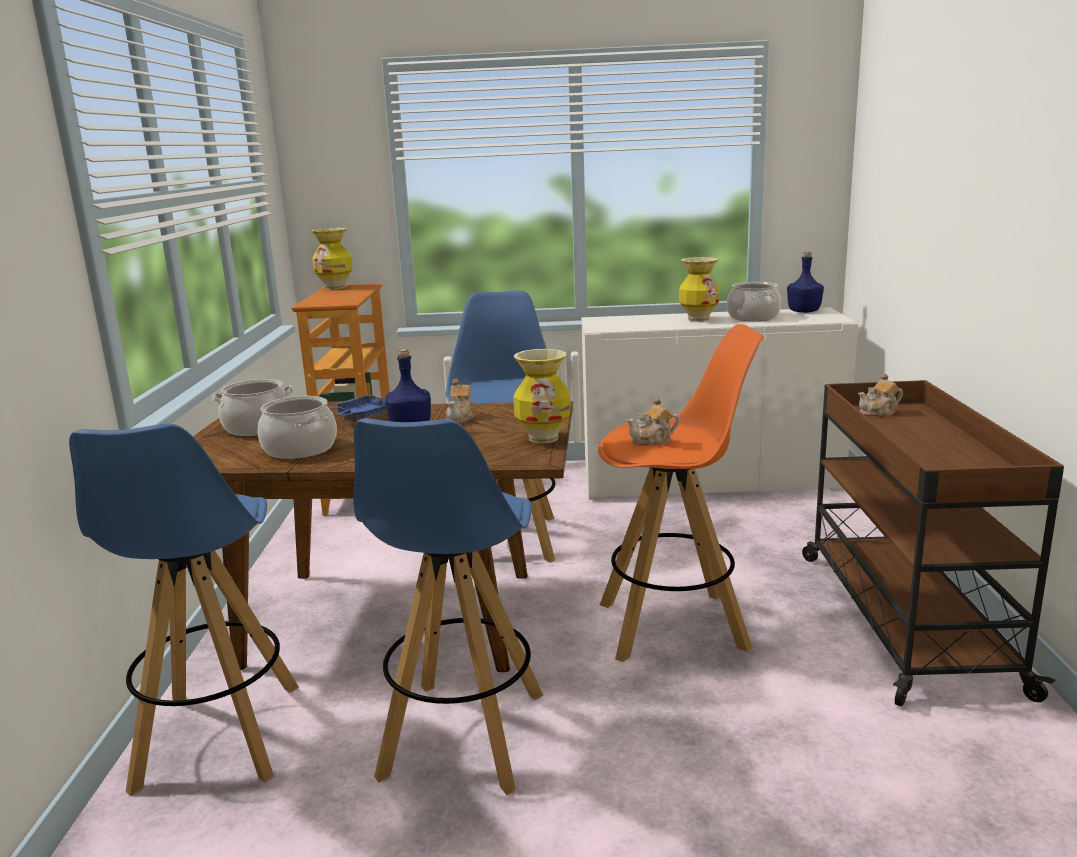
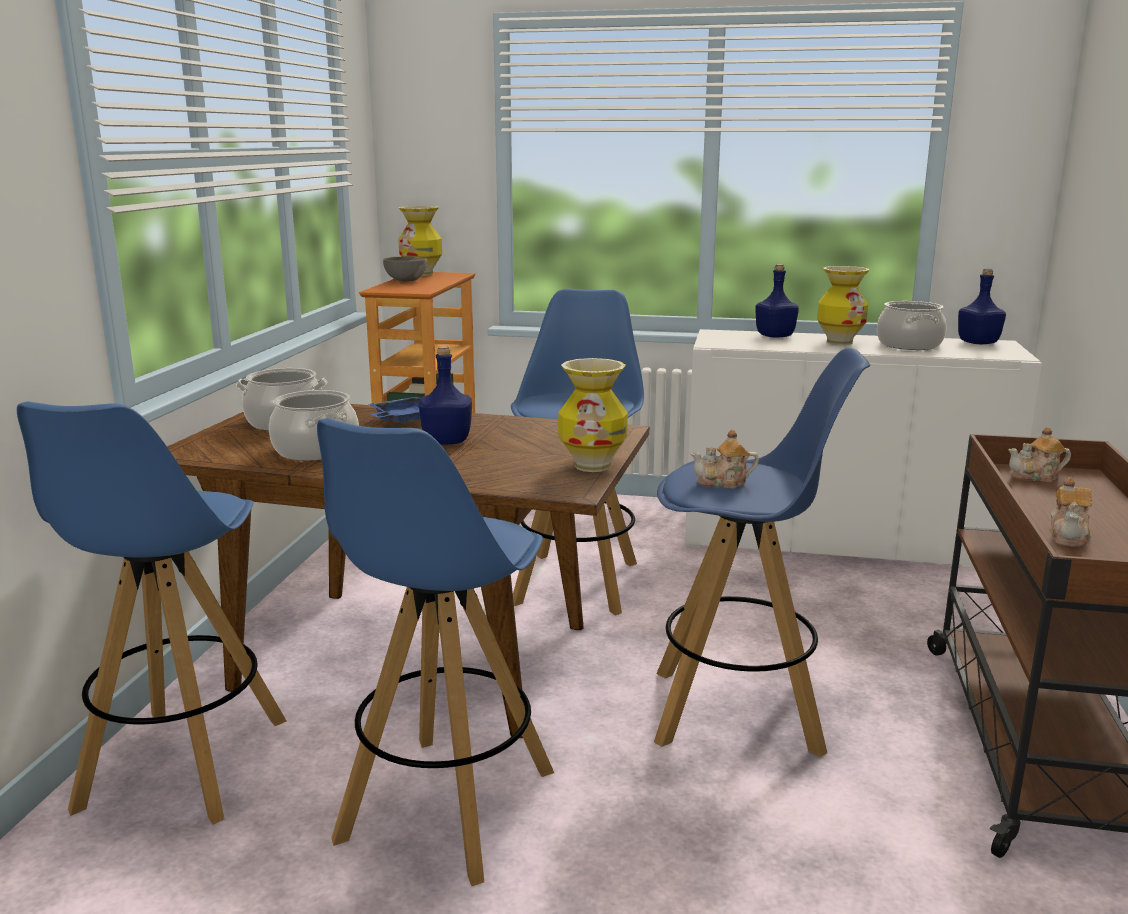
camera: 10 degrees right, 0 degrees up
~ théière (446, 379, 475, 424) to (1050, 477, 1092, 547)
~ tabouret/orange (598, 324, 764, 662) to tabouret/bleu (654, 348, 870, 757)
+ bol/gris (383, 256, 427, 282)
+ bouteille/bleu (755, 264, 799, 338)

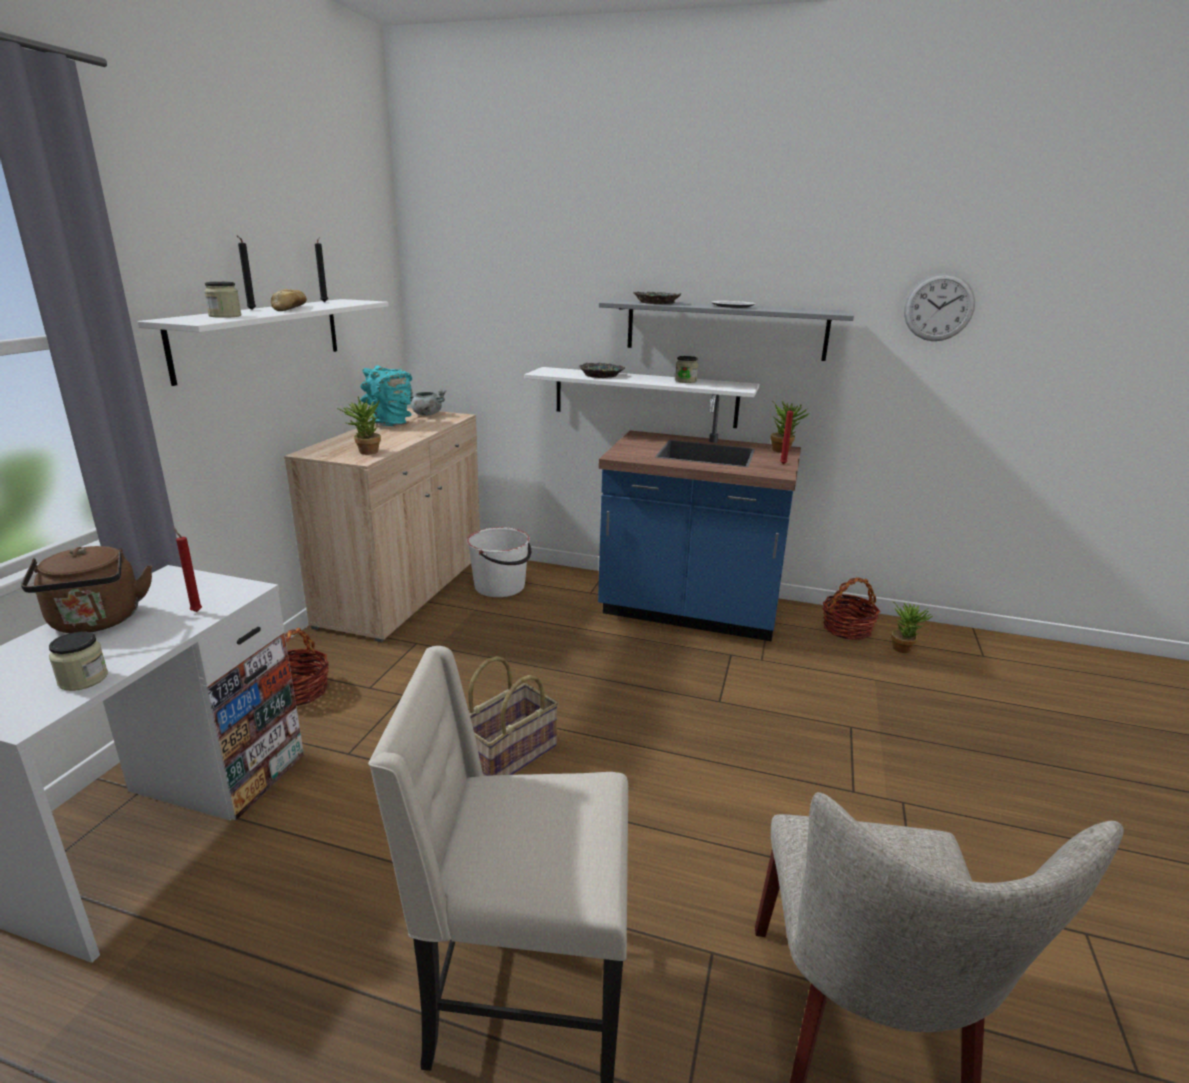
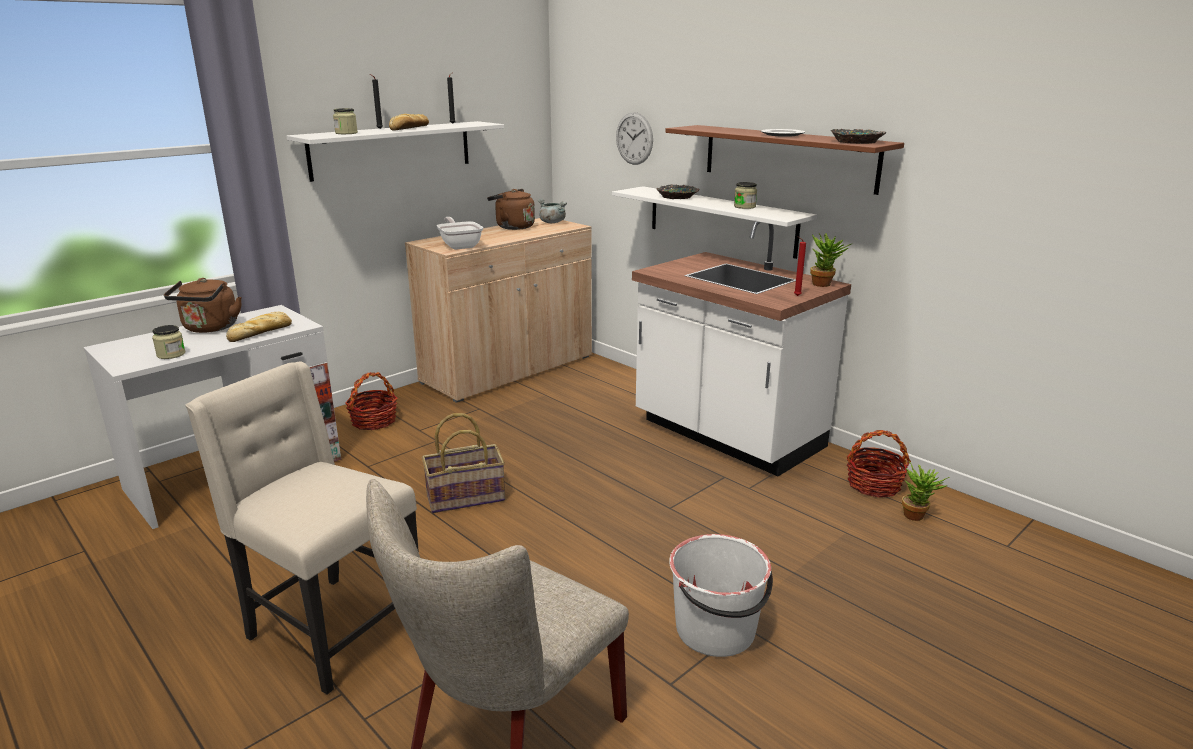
camera: 30 degrees right, 0 degrees up
~ bougie/rouge (174, 528, 202, 612) to pain (226, 312, 292, 342)
~ plante en pot (337, 397, 381, 455) to poêle (437, 217, 483, 249)
~ vase/turquoise (360, 365, 412, 426) to bouilloire/marron (487, 189, 535, 230)
~ seau/blanc (466, 527, 531, 597) to (669, 534, 773, 657)
~ comptoir de cuisine/bleu (598, 394, 801, 642) to comptoir de cuisine/blanc (632, 221, 851, 476)
~ étagère/gris (599, 299, 854, 361) to étagère/marron (665, 125, 904, 195)
~ bol (633, 292, 681, 304) to (831, 129, 886, 144)
~ horloge murale (904, 273, 975, 341) to (616, 112, 653, 165)

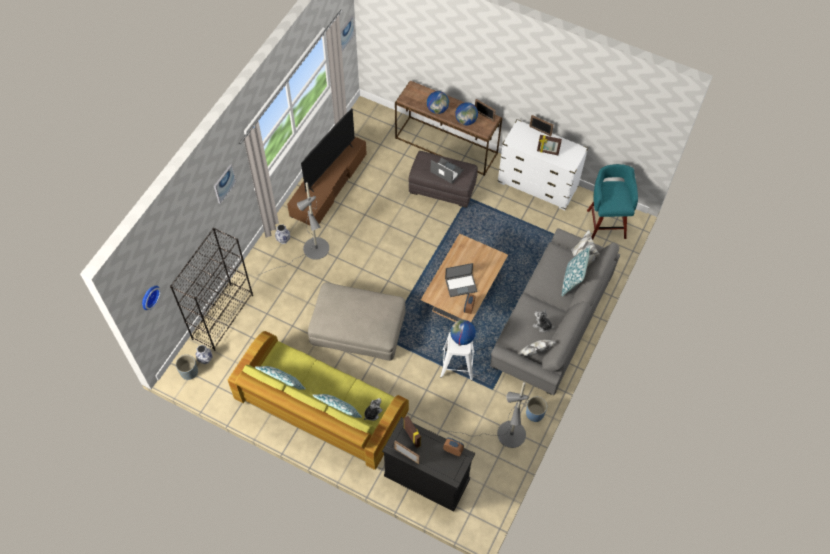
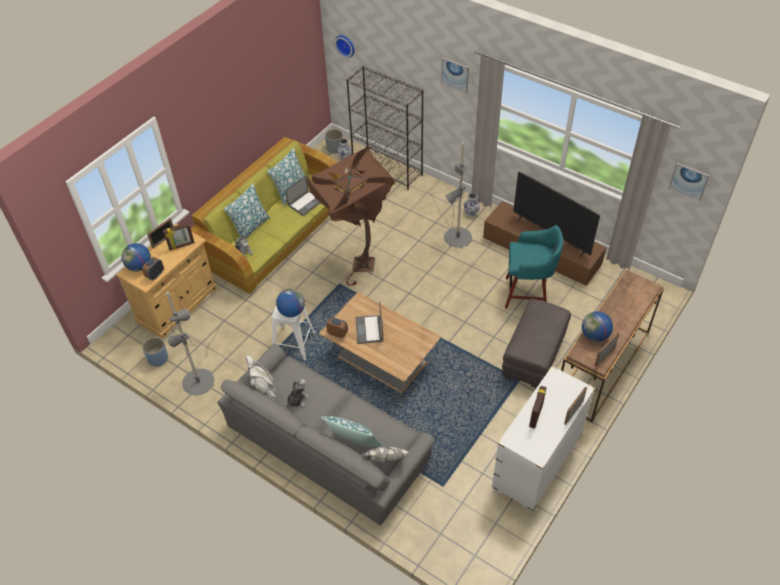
camera: 100 degrees right, 10 degrees down
~ pouf/beige (308, 282, 406, 361) to lampadaire/marron (307, 147, 395, 286)
~ meuble de rangement/noir (382, 417, 475, 511) to meuble de rangement/beige (116, 224, 217, 339)
~ globe (427, 91, 449, 114) to (121, 243, 151, 271)
~ ordinateur portable (430, 158, 464, 184) to (285, 176, 320, 216)
~ cache-pot/bleu (526, 397, 547, 422) to (142, 337, 168, 367)
~ tabouret/turquoise (587, 164, 638, 240) to (505, 225, 563, 308)

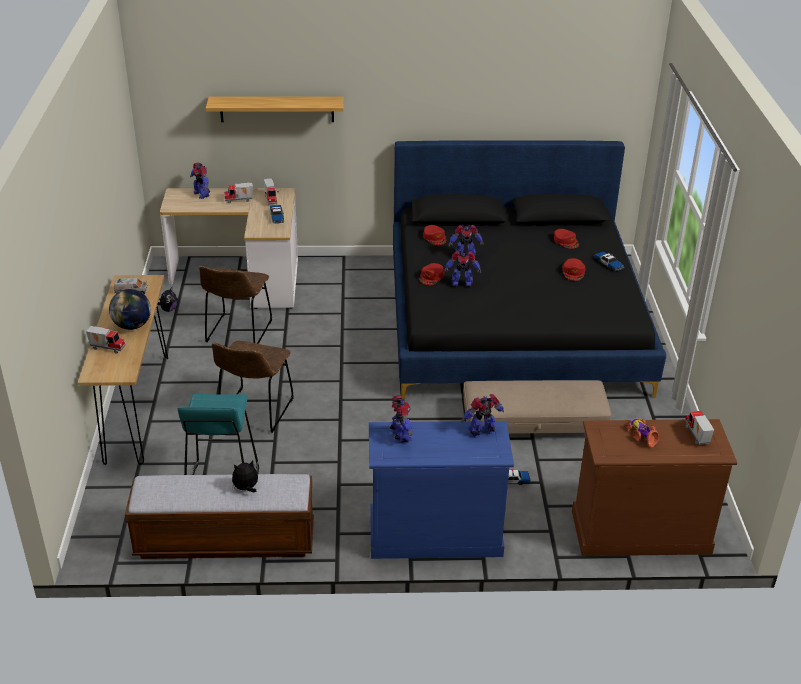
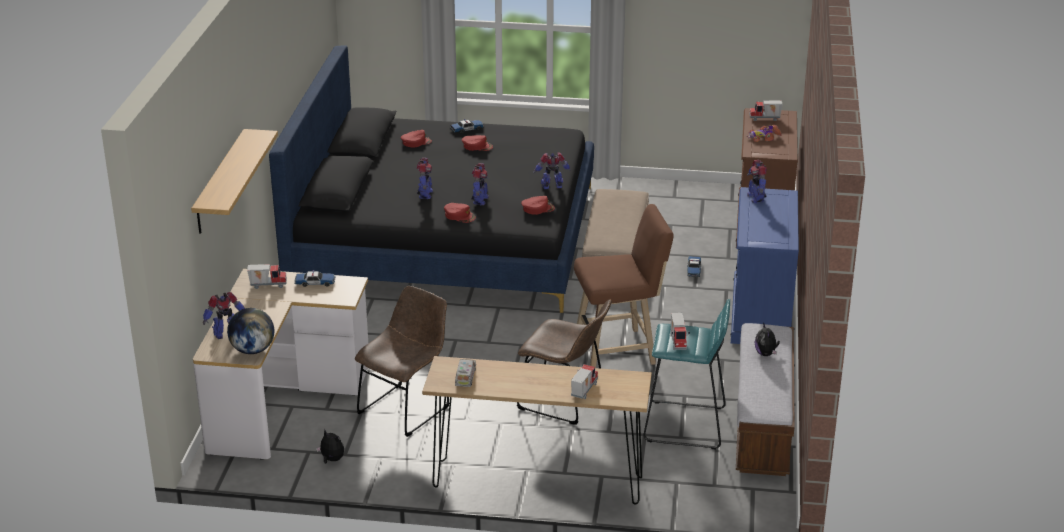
camera: 80 degrees left, 5 degrees down
~ globe (109, 289, 151, 330) to (227, 308, 274, 354)
~ chaise/marron (199, 266, 272, 344) = (355, 286, 450, 437) 75 degrees counterclockwise
~ camion jouet (224, 183, 253, 204) to (670, 313, 690, 350)
~ robot jouet (390, 395, 413, 444) to (533, 152, 571, 189)
~ casquette/rouge (423, 225, 447, 245) to (521, 196, 555, 215)
+ tabouret/marron (574, 204, 674, 368)

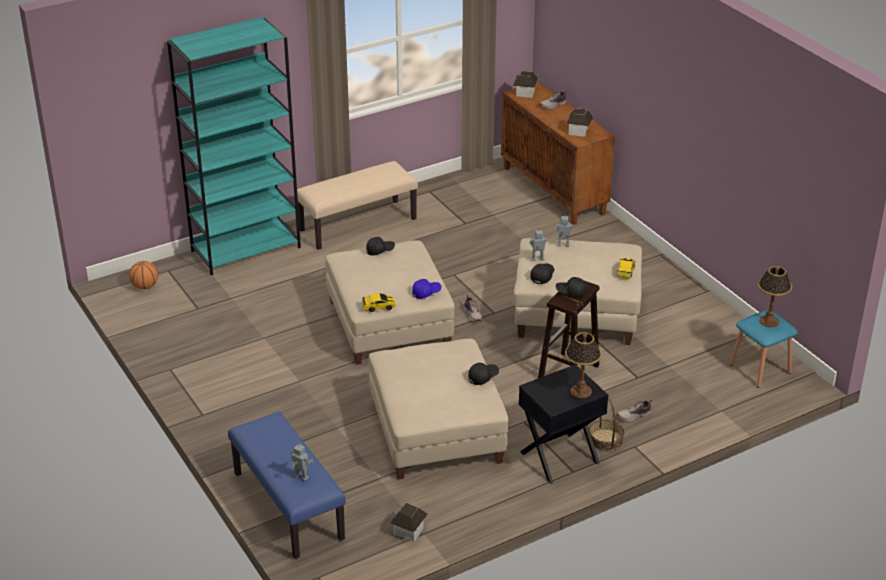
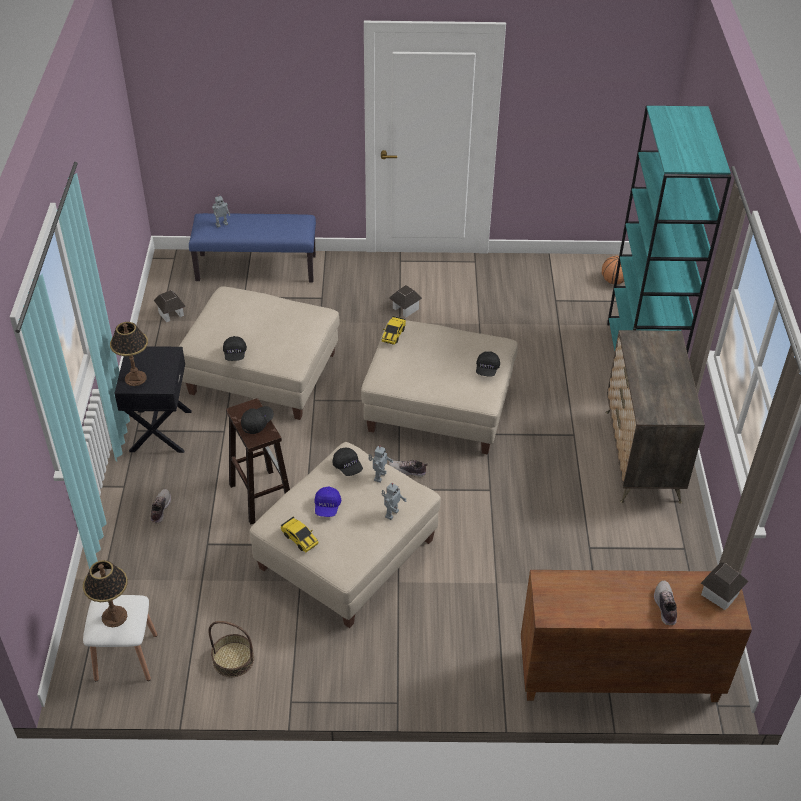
camera: 120 degrees right, 10 degrees up
~ banc/beige (297, 161, 418, 250) to commode (606, 330, 705, 504)
~ casquette/bleu (412, 279, 441, 299) to (314, 487, 342, 517)
~ maison miniature (566, 108, 593, 137) to (389, 285, 422, 317)
~ panier (589, 396, 624, 452) to (208, 621, 254, 677)
~ tabouret/bleu (730, 310, 798, 388) to tabouret/blanc (83, 595, 158, 681)

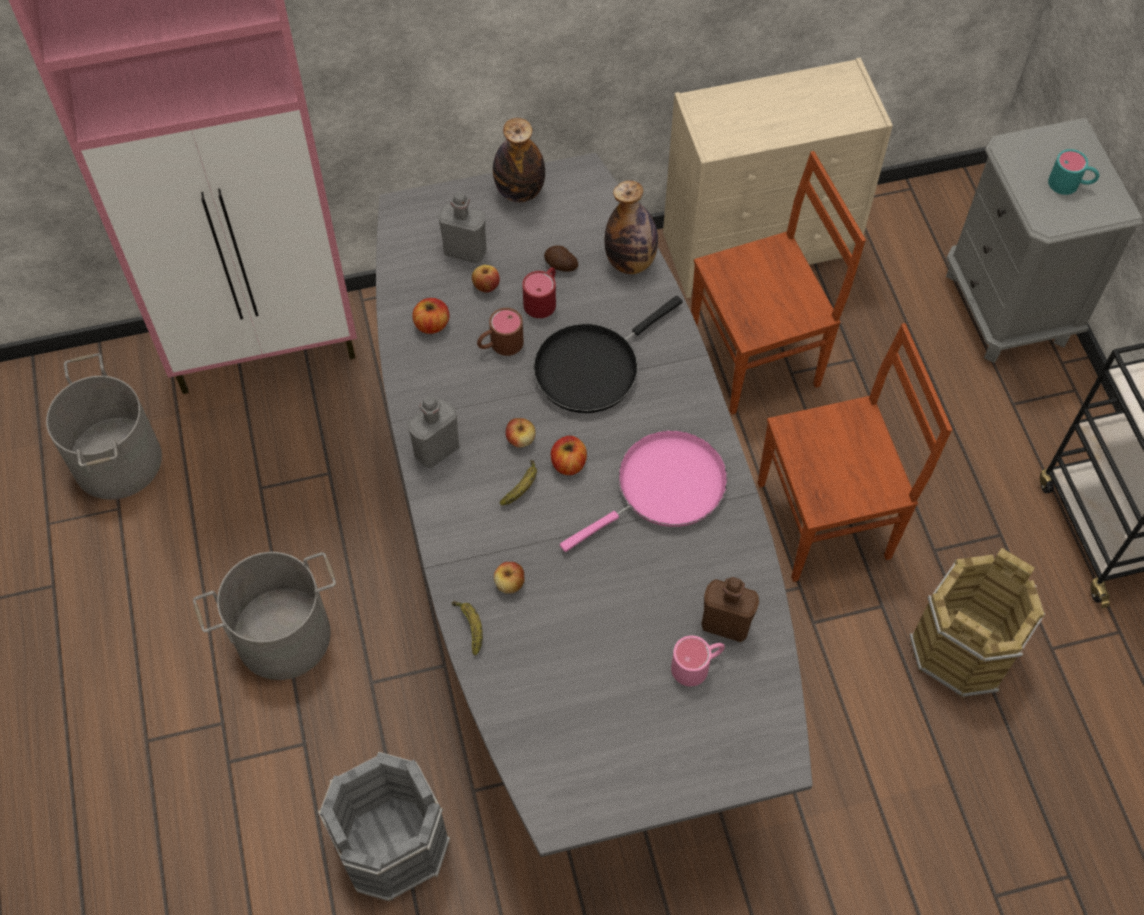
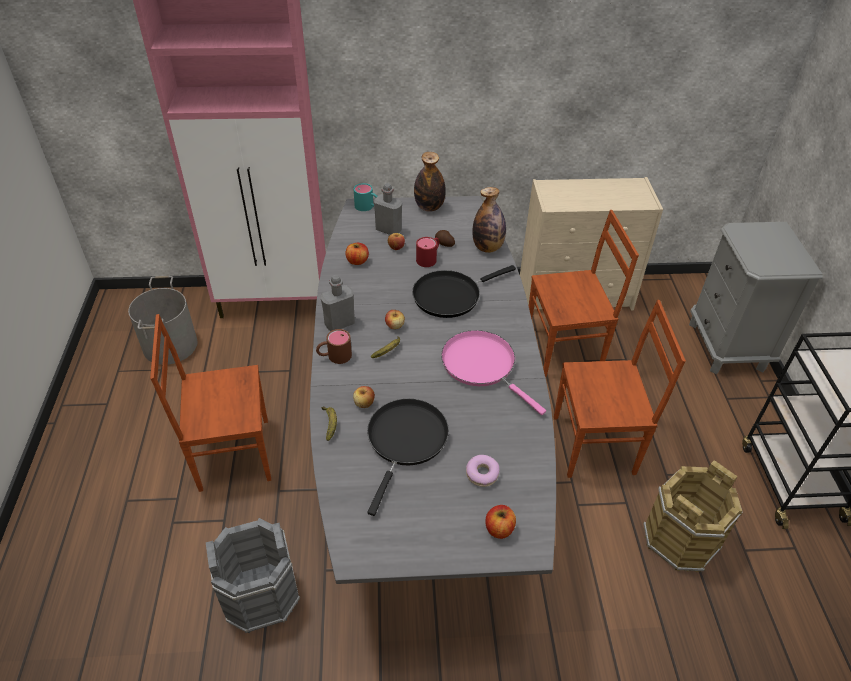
camera: 10 degrees right, 15 degrees down
~ seau/gris (193, 552, 336, 680) to chaise/marron (150, 314, 271, 492)
~ mug/marron (477, 308, 524, 356) to (316, 329, 352, 364)
~ pomme (551, 436, 587, 475) to (485, 505, 516, 539)
~ poêle/rose (560, 430, 728, 552) = (441, 330, 546, 415) 105 degrees counterclockwise
~ mug/rose (671, 636, 725, 686) to beignet (466, 455, 499, 487)
- bouteille/marron (701, 577, 759, 642)
~ mug/turquoise (1048, 149, 1099, 195) to (354, 183, 377, 211)
+ poêle/noir (367, 399, 449, 516)

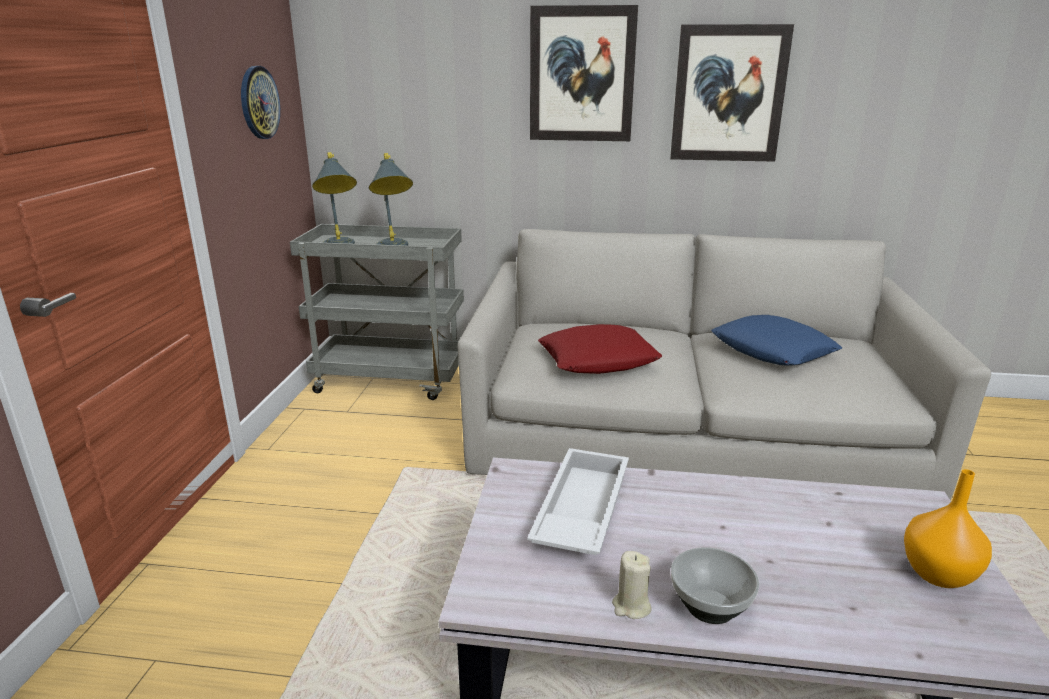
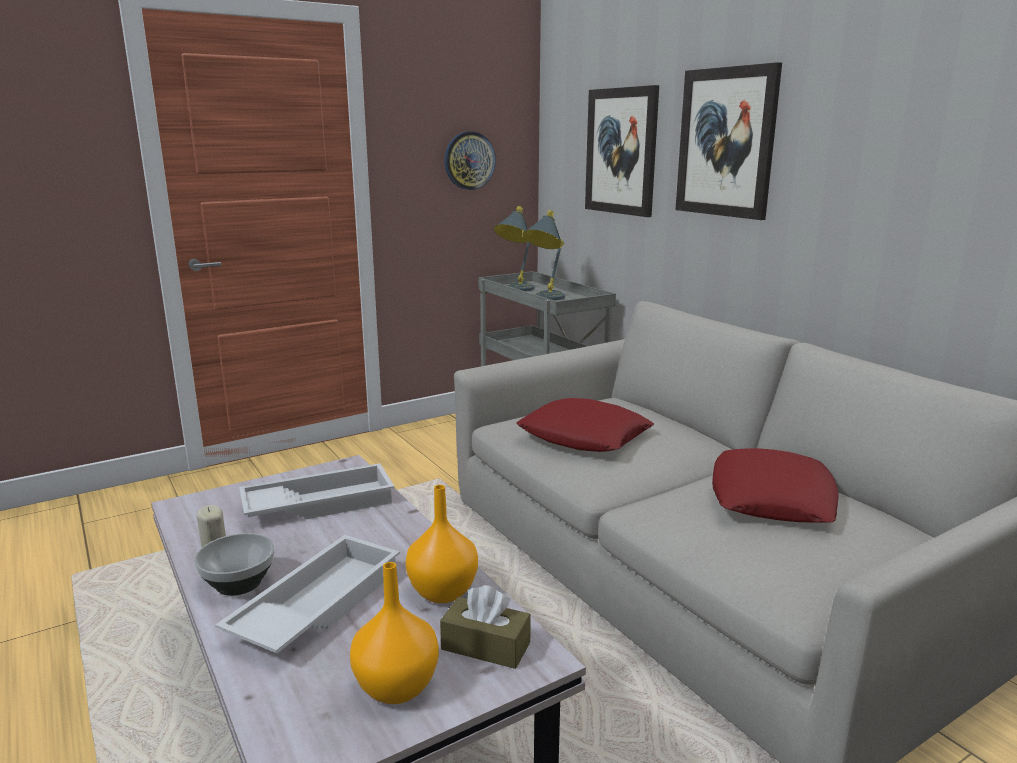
camera: 50 degrees right, 5 degrees down
~ tableau (670, 24, 794, 162) to (585, 85, 659, 217)
~ coussin/bleu (711, 315, 842, 366) to coussin/rouge (712, 448, 839, 522)
+ plateau/blanc (215, 535, 400, 653)
+ vase/orange (405, 485, 478, 603)
+ boîte à mouchoirs/marron (440, 585, 531, 669)

